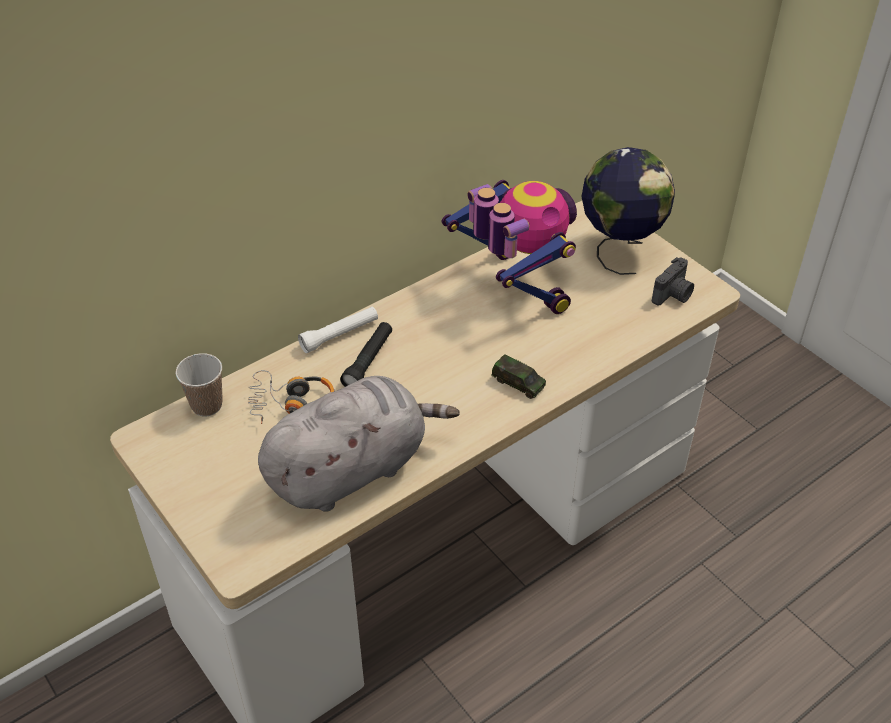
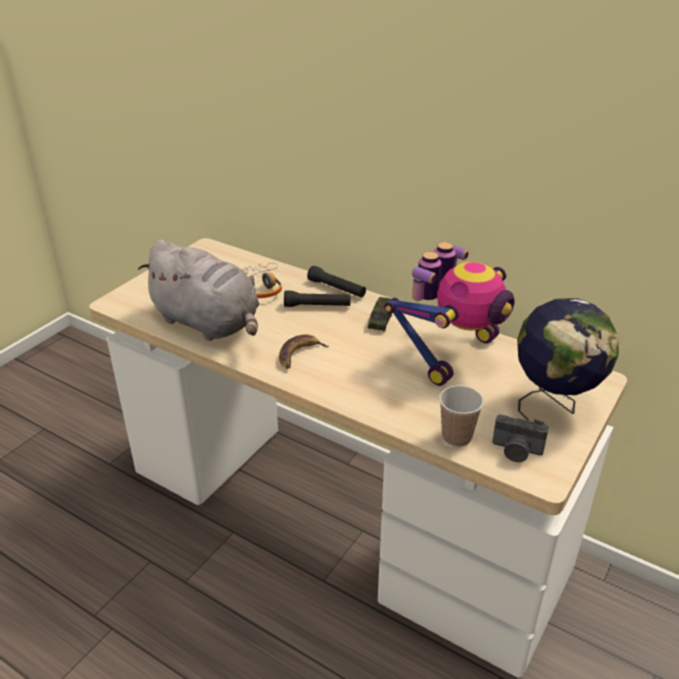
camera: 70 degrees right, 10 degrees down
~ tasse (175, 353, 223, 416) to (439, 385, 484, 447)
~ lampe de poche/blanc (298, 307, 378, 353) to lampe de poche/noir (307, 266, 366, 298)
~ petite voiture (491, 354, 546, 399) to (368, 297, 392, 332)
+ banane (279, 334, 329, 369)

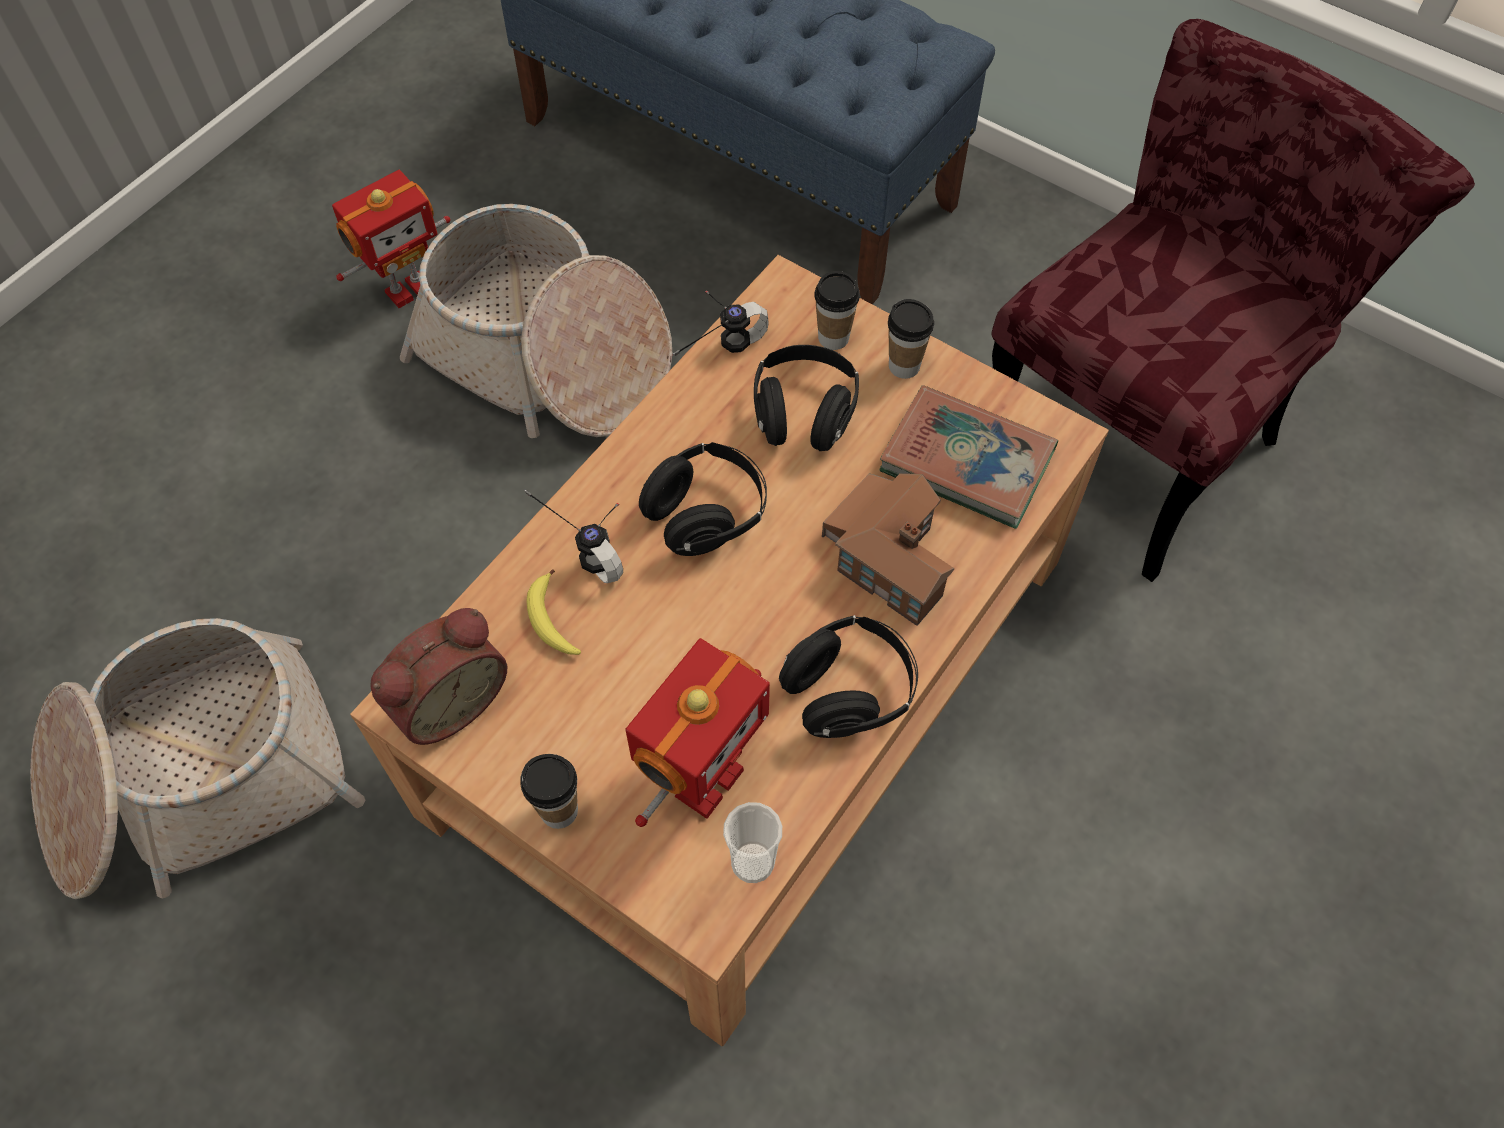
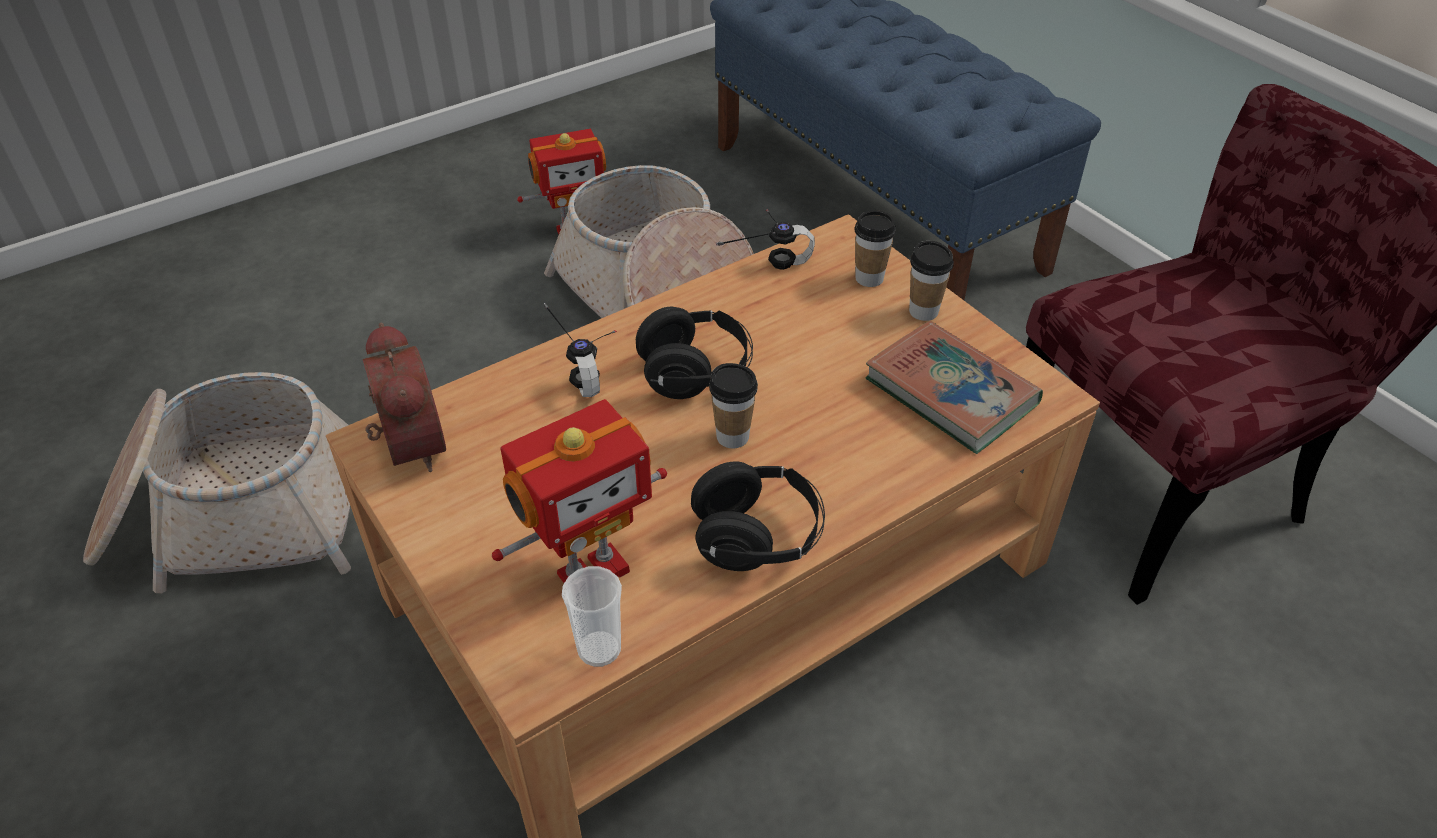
camera: 20 degrees right, 15 degrees down
~ réveil (370, 608, 507, 745) = (363, 323, 446, 472) 90 degrees counterclockwise
~ tasse (520, 754, 578, 829) to (709, 363, 758, 448)
- banane (526, 569, 581, 655)
- casque audio/noir (754, 345, 859, 451)
- maison miniature (822, 473, 954, 626)

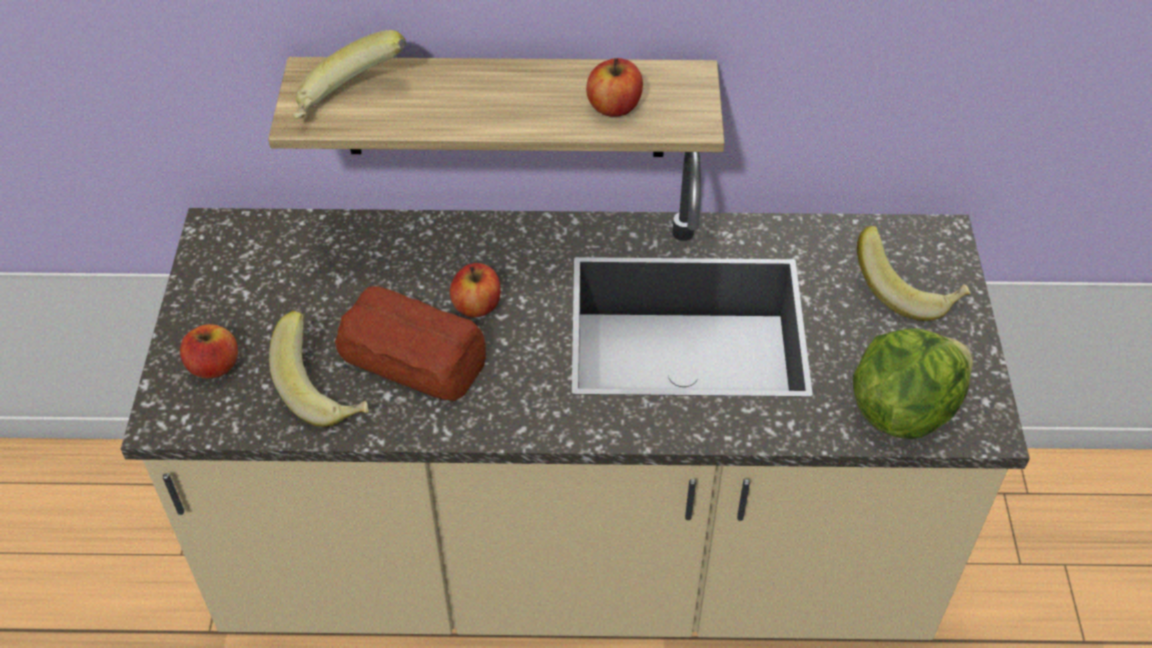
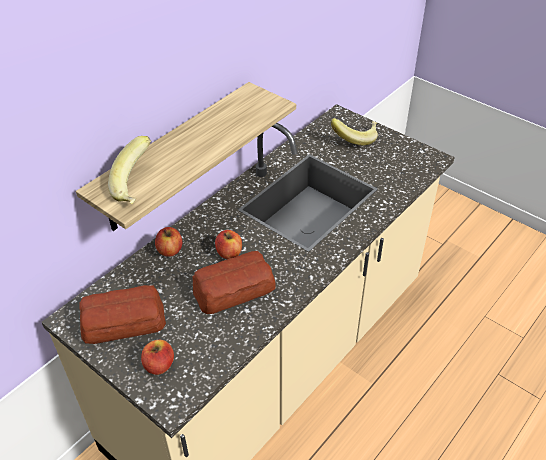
camera: 50 degrees left, 5 degrees down
- banane (269, 311, 368, 427)
~ pomme (586, 58, 643, 117) to (155, 227, 182, 257)
- laitue (853, 328, 973, 439)
+ pain (79, 285, 166, 344)

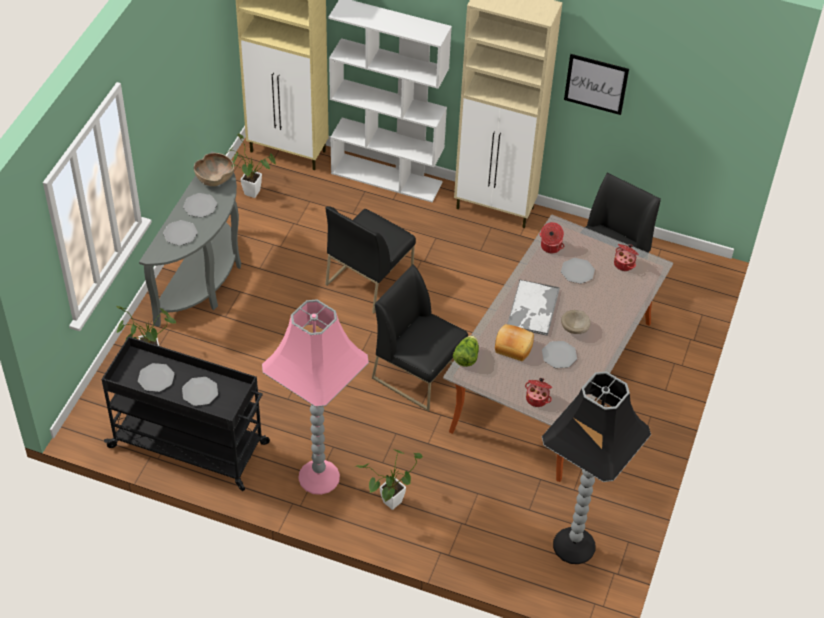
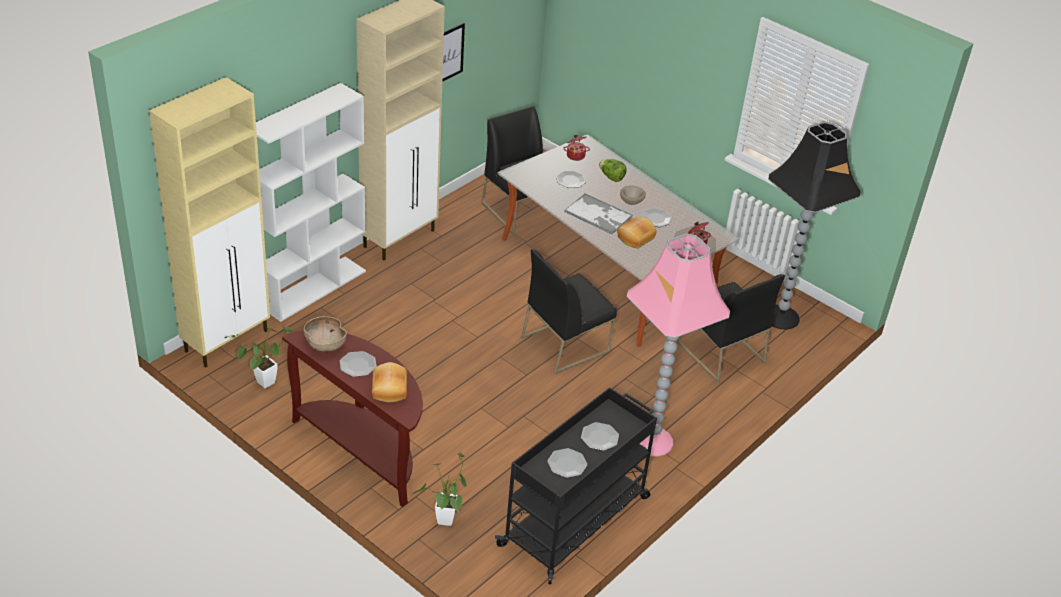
camera: 70 degrees left, 10 degrees down
~ table console/gris (139, 151, 241, 327) to table console/marron (282, 330, 423, 507)
~ assiette (163, 220, 198, 246) to pain (372, 362, 407, 402)
~ chaise/noir (325, 207, 416, 313) to (677, 274, 785, 383)
- plante en pot (355, 449, 423, 510)
~ laitue (453, 335, 479, 367) to (599, 159, 627, 182)
- marmite (539, 222, 564, 253)

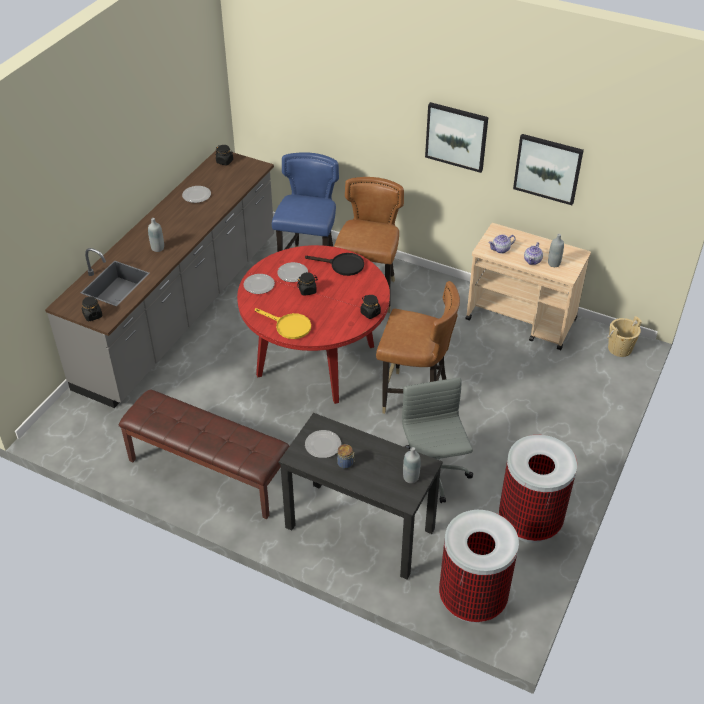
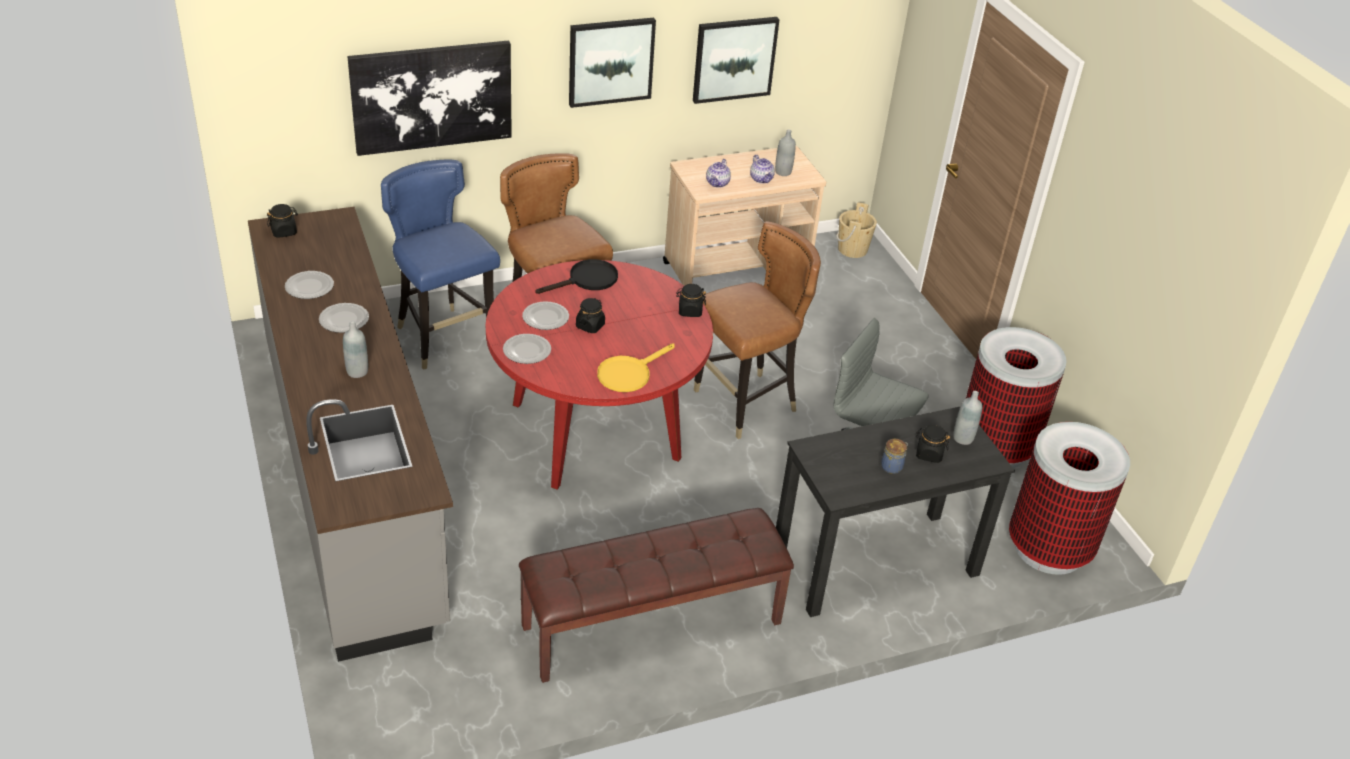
camera: 50 degrees left, 5 degrees down
~ bocal/noir (82, 296, 103, 321) to (916, 425, 950, 463)
~ poêle/jaune (255, 308, 311, 339) = (597, 344, 675, 392) 150 degrees clockwise
~ assiette (305, 430, 341, 458) to (319, 303, 369, 333)
+ tableau (347, 40, 512, 156)

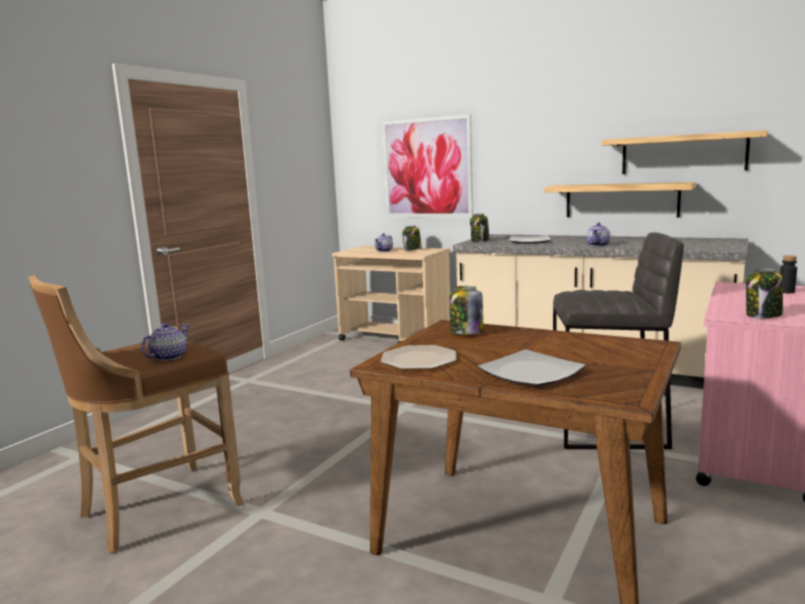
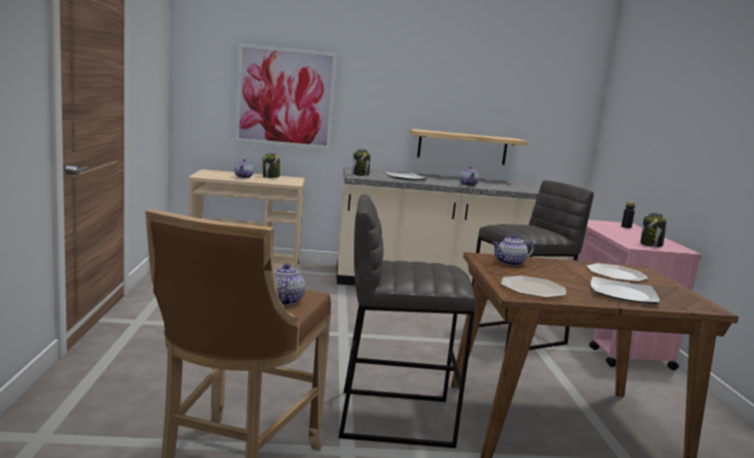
camera: 35 degrees left, 0 degrees up
~ bocal (450, 286, 483, 335) to théière (492, 235, 534, 266)
- étagère (602, 130, 768, 174)
+ tabouret/gris (338, 194, 476, 448)
+ assiette (586, 263, 648, 282)

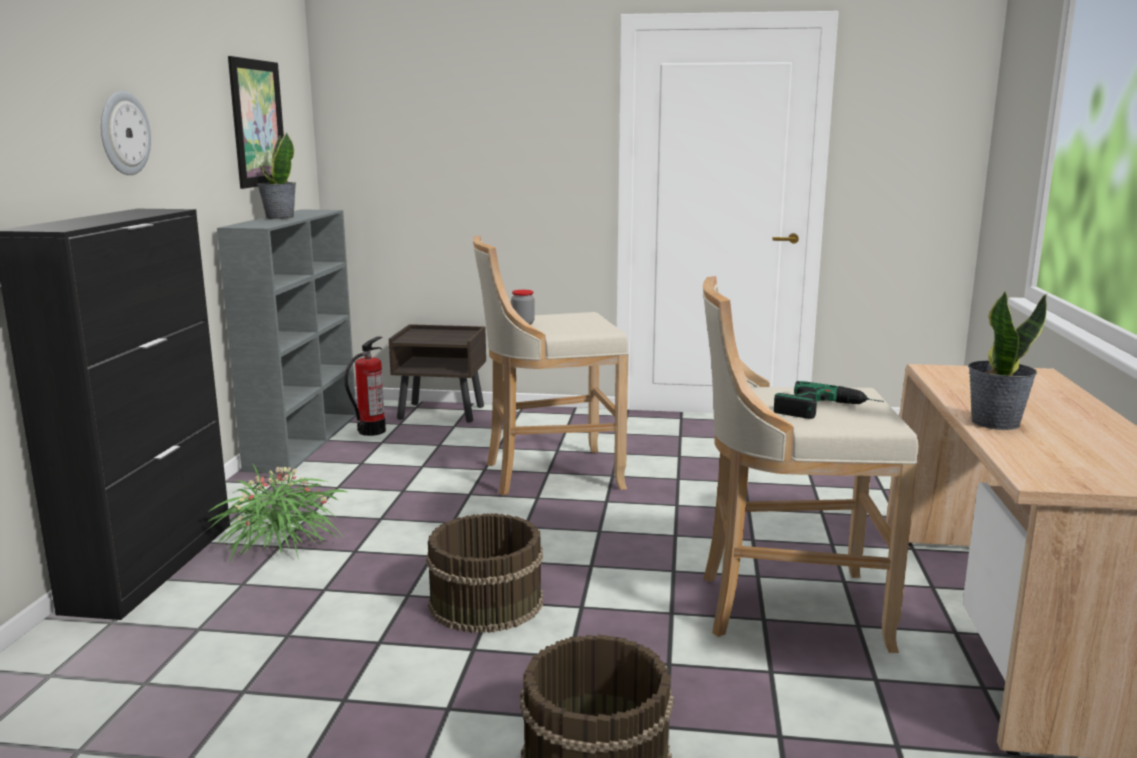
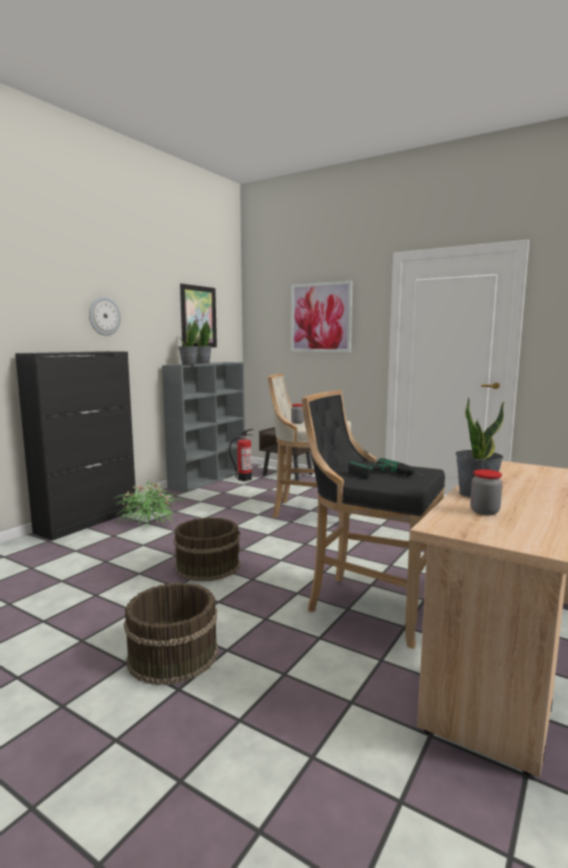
camera: 25 degrees right, 5 degrees down
~ tabouret/beige (703, 276, 918, 653) to tabouret/noir (301, 390, 445, 649)
+ plante en pot (179, 320, 198, 365)
+ tableau (291, 281, 352, 352)
+ bocal (470, 469, 503, 515)

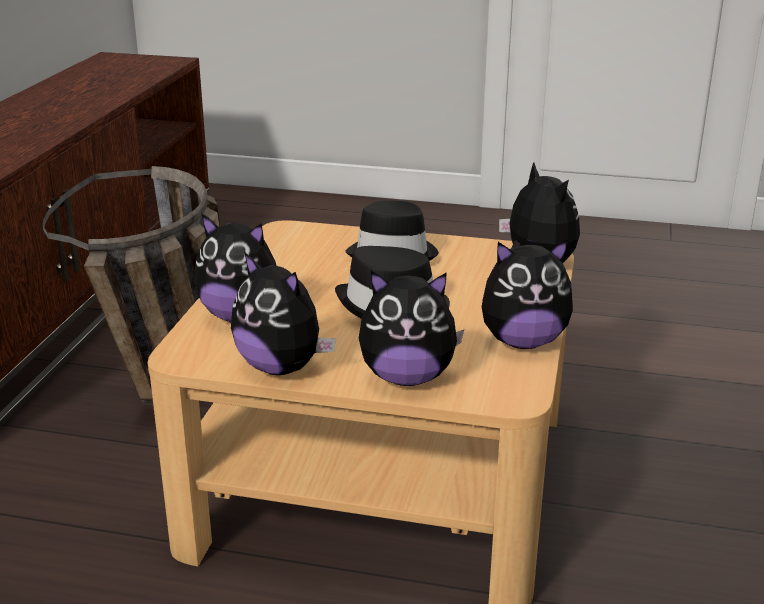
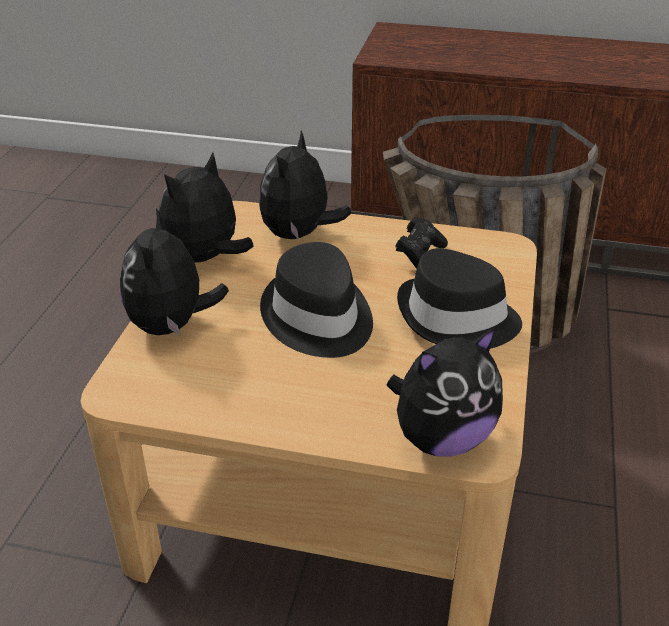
camera: 90 degrees right, 10 degrees up
- peluche (482, 239, 573, 349)
+ manette/noir (395, 217, 448, 269)

